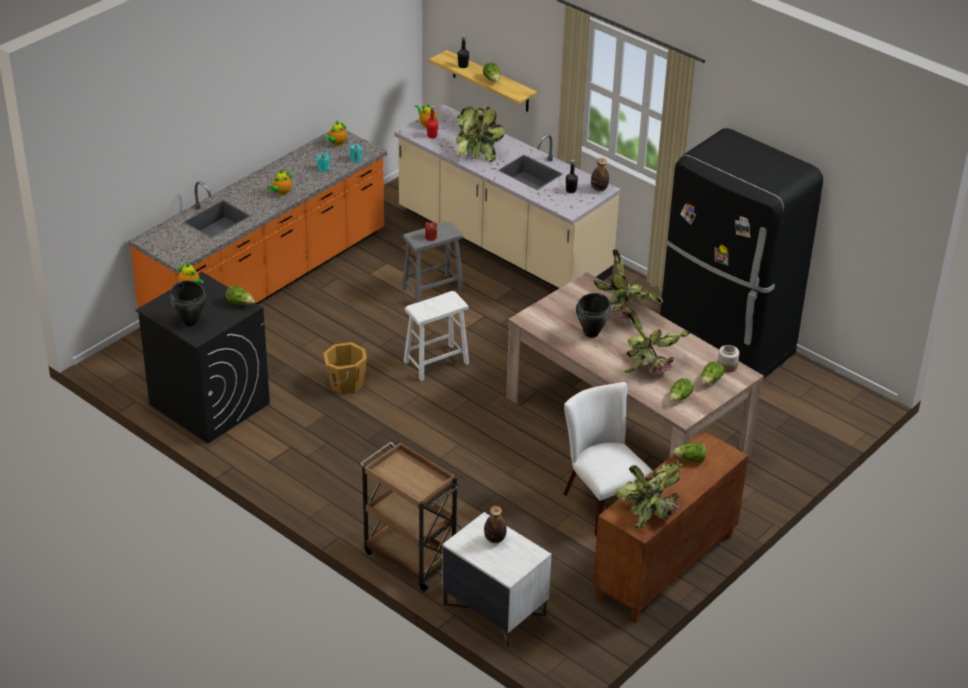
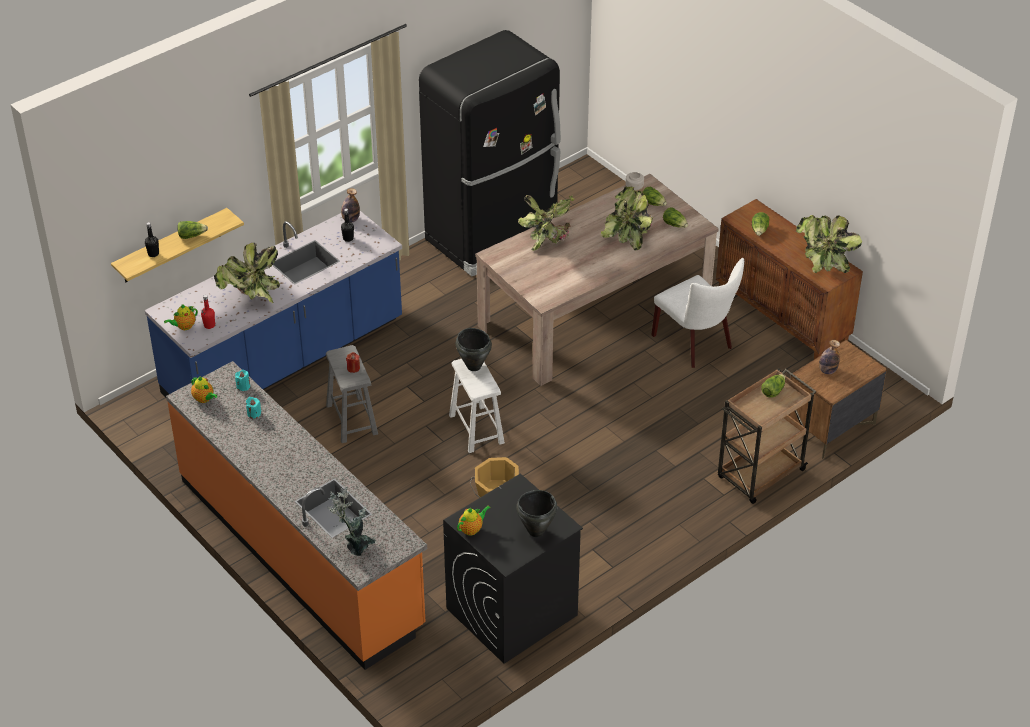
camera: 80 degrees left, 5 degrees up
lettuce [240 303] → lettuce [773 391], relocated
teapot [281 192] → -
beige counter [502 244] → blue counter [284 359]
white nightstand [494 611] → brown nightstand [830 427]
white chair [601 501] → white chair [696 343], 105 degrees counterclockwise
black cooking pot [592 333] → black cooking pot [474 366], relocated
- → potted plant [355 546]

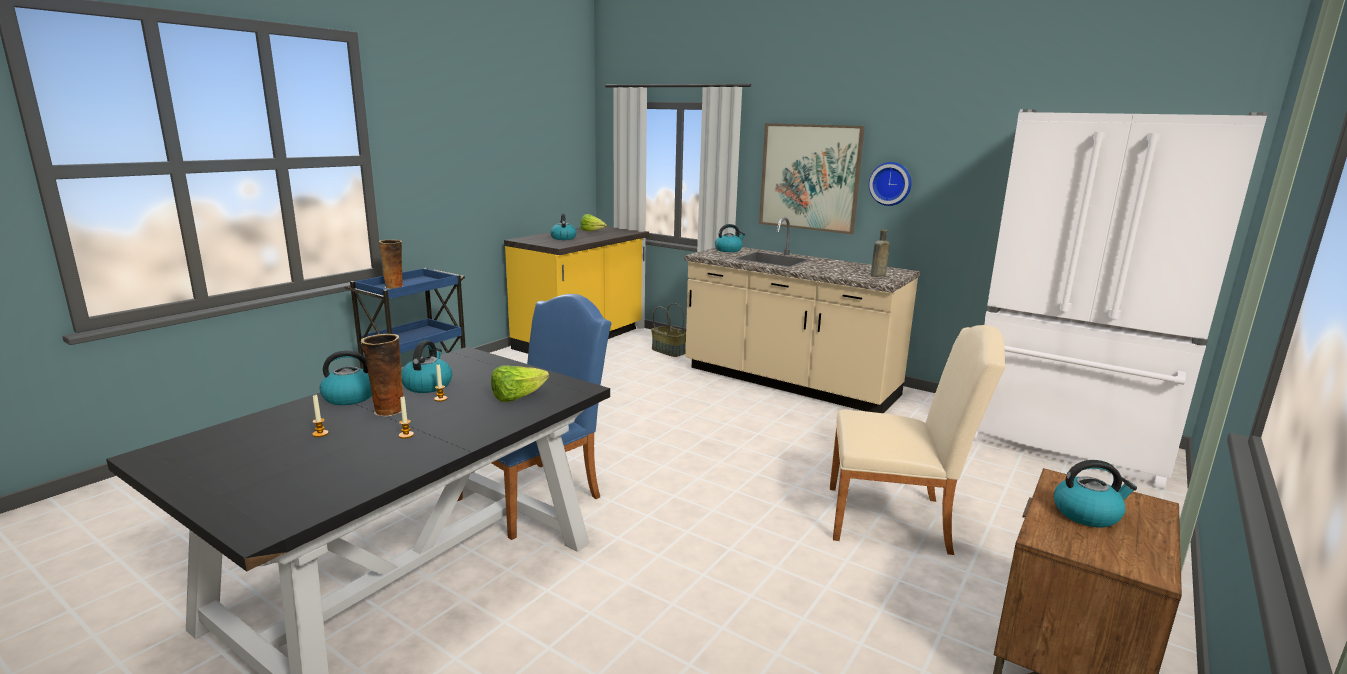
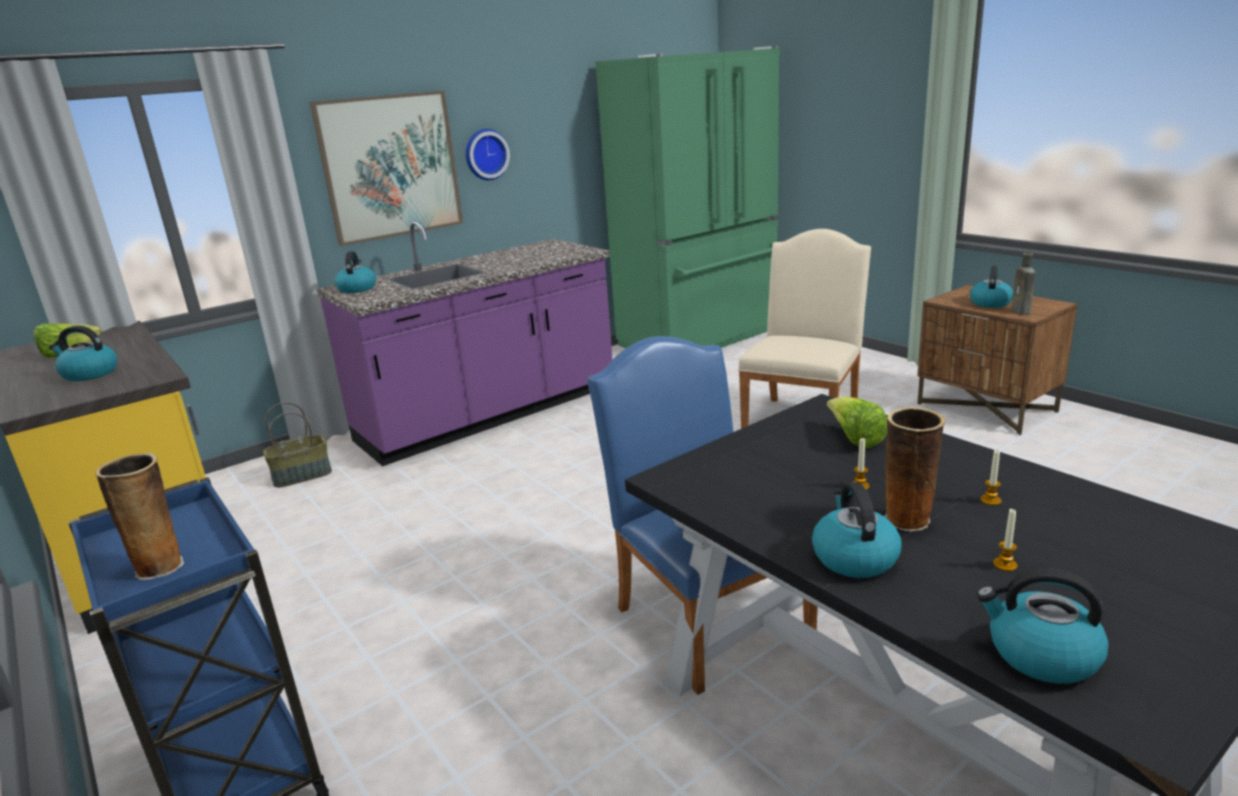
camera: 70 degrees left, 5 degrees up
kettle [427 385] → kettle [1041 655], relocated
beige counter [788 383] → purple counter [490 415]
brown bottle [877 275] → brown bottle [1021 312], relocated
white fridge [1065 445] → green fridge [701 339]

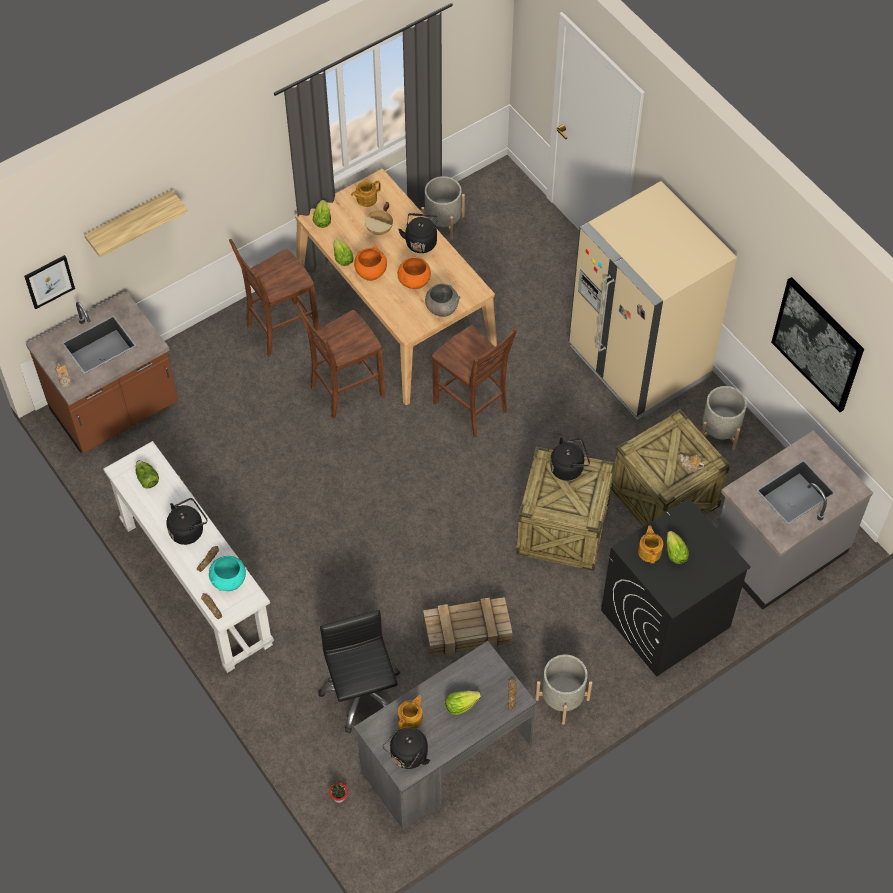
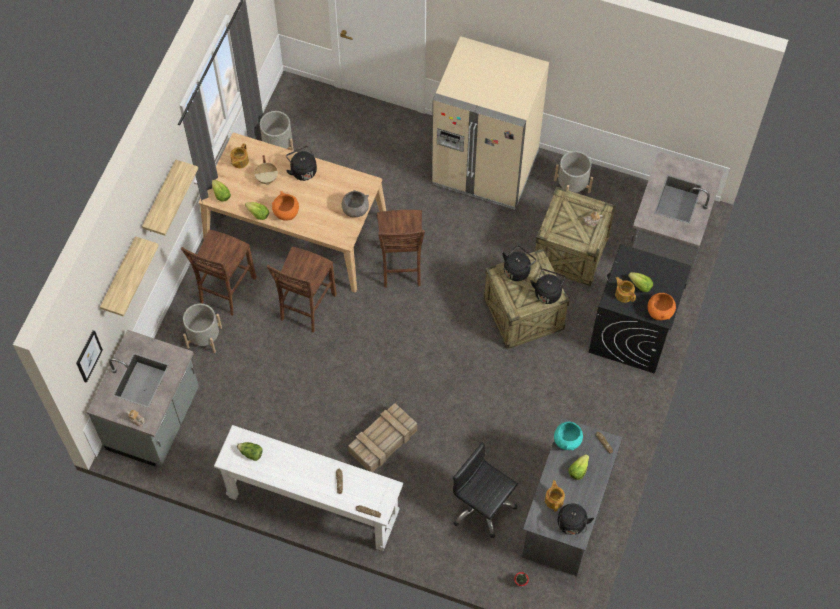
camera: 35 degrees left, 5 degrees up
brown counter [115 410] → grey counter [154 420]
black kettle [188 530] → black kettle [548 292], relocated
turquoise bowl [229 581] → turquoise bowl [567 441], relocated
orange bowl [414 282] → orange bowl [660 312], relocated
crate [466 632] → crate [382 442], relocated
brown chair [471 408] → brown chair [401 267], 75 degrees clockwise
grey planter [562 699] → grey planter [204 337], relocated
picture [818 344] → -
- → shelf [160 199]

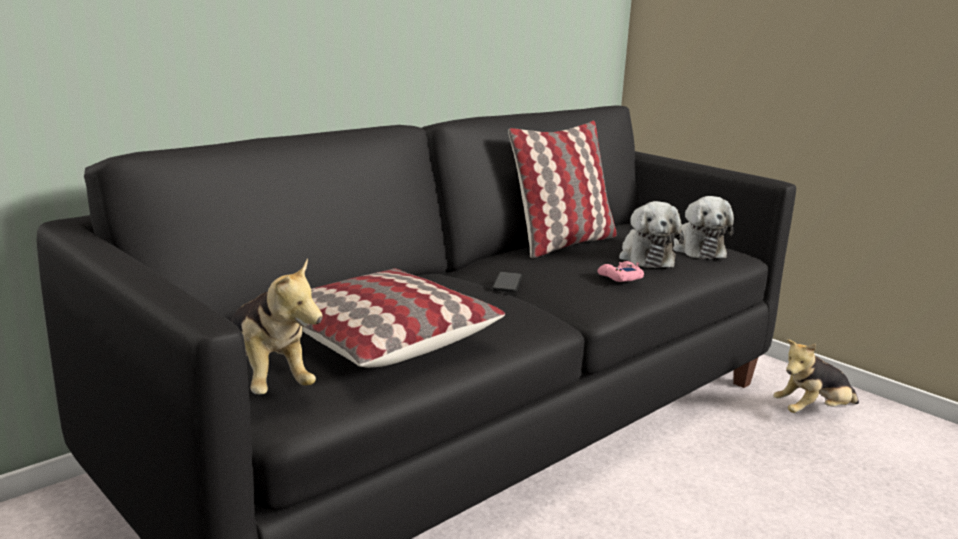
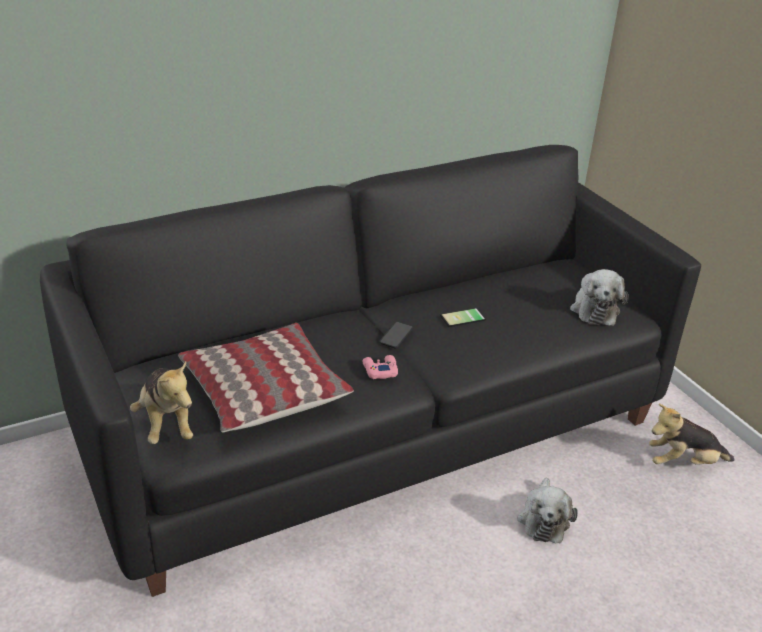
camera: 15 degrees right, 15 degrees up
pillow [563 243] → -
pink game controller [619 277] → pink game controller [380 370], relocated
plush toy [645 257] → plush toy [544 519], relocated
- → phone [463 319]

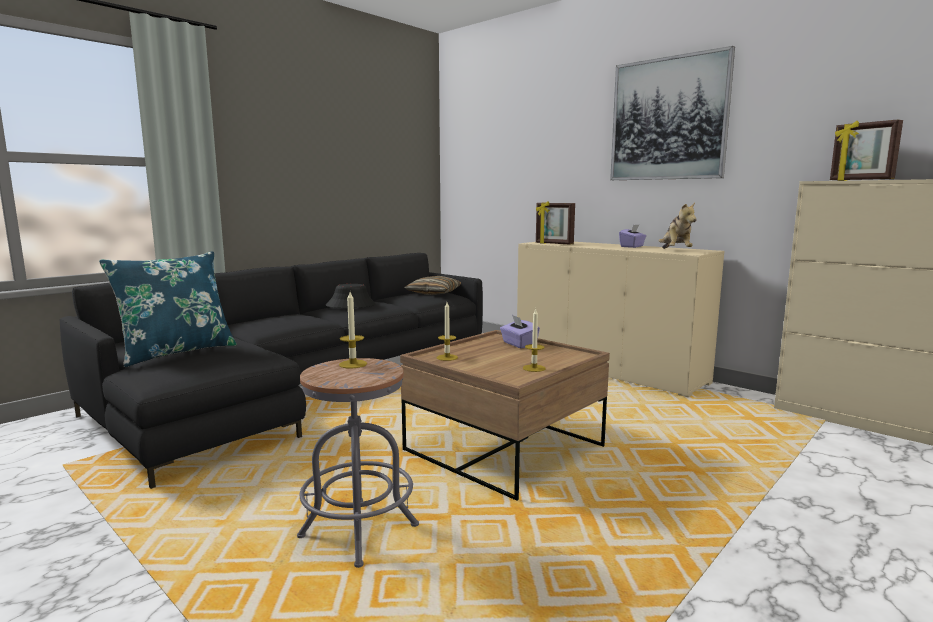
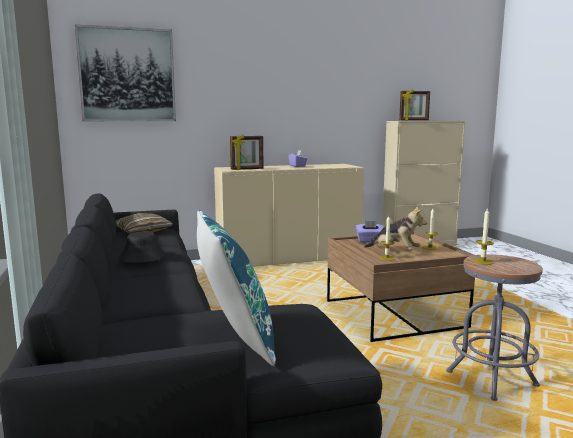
camera: 60 degrees left, 0 degrees up
picture [668 119] → picture [127 75], relocated
plush toy [675 251] → plush toy [395 251], relocated

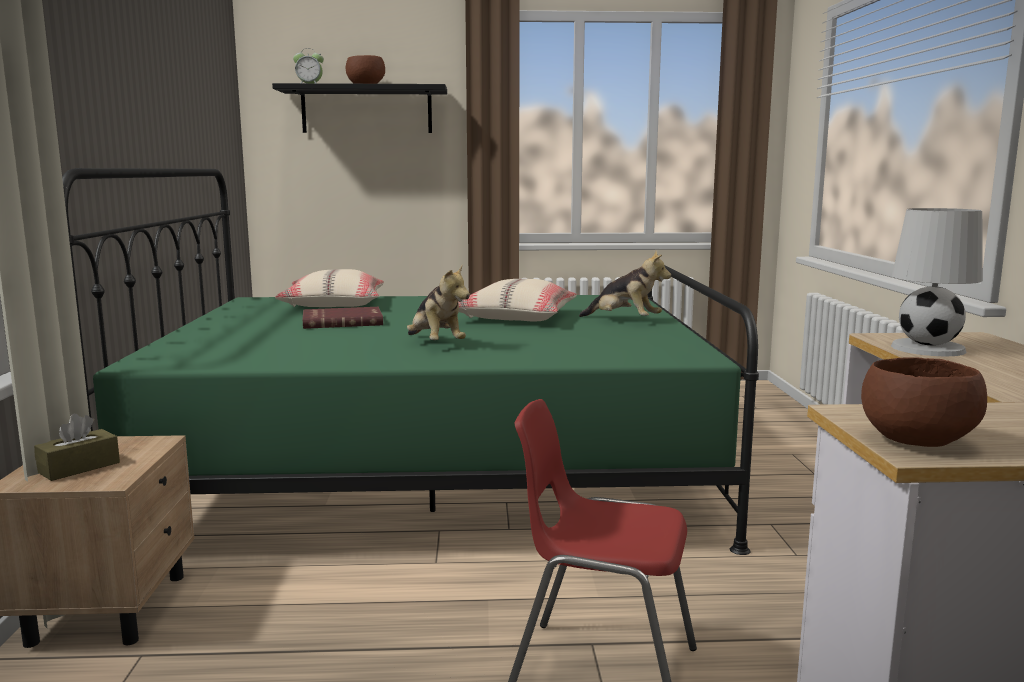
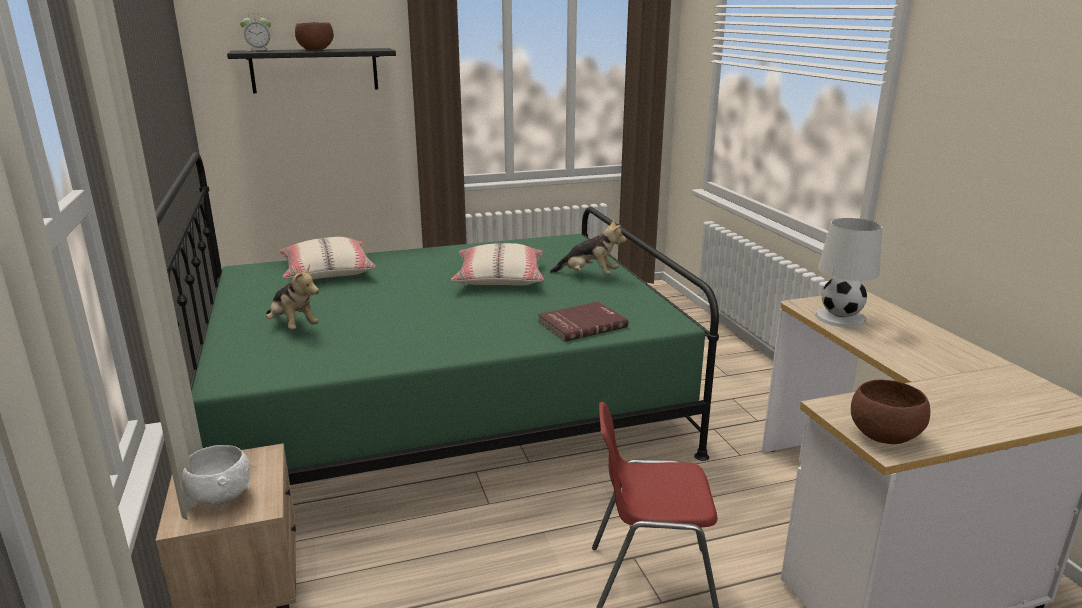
camera: 15 degrees left, 10 degrees up
brown tissue box [79 467] → white bowl [220 496]
red book [342 321] → red book [581 324], relocated
plush toy [435 344] → plush toy [293 326], relocated

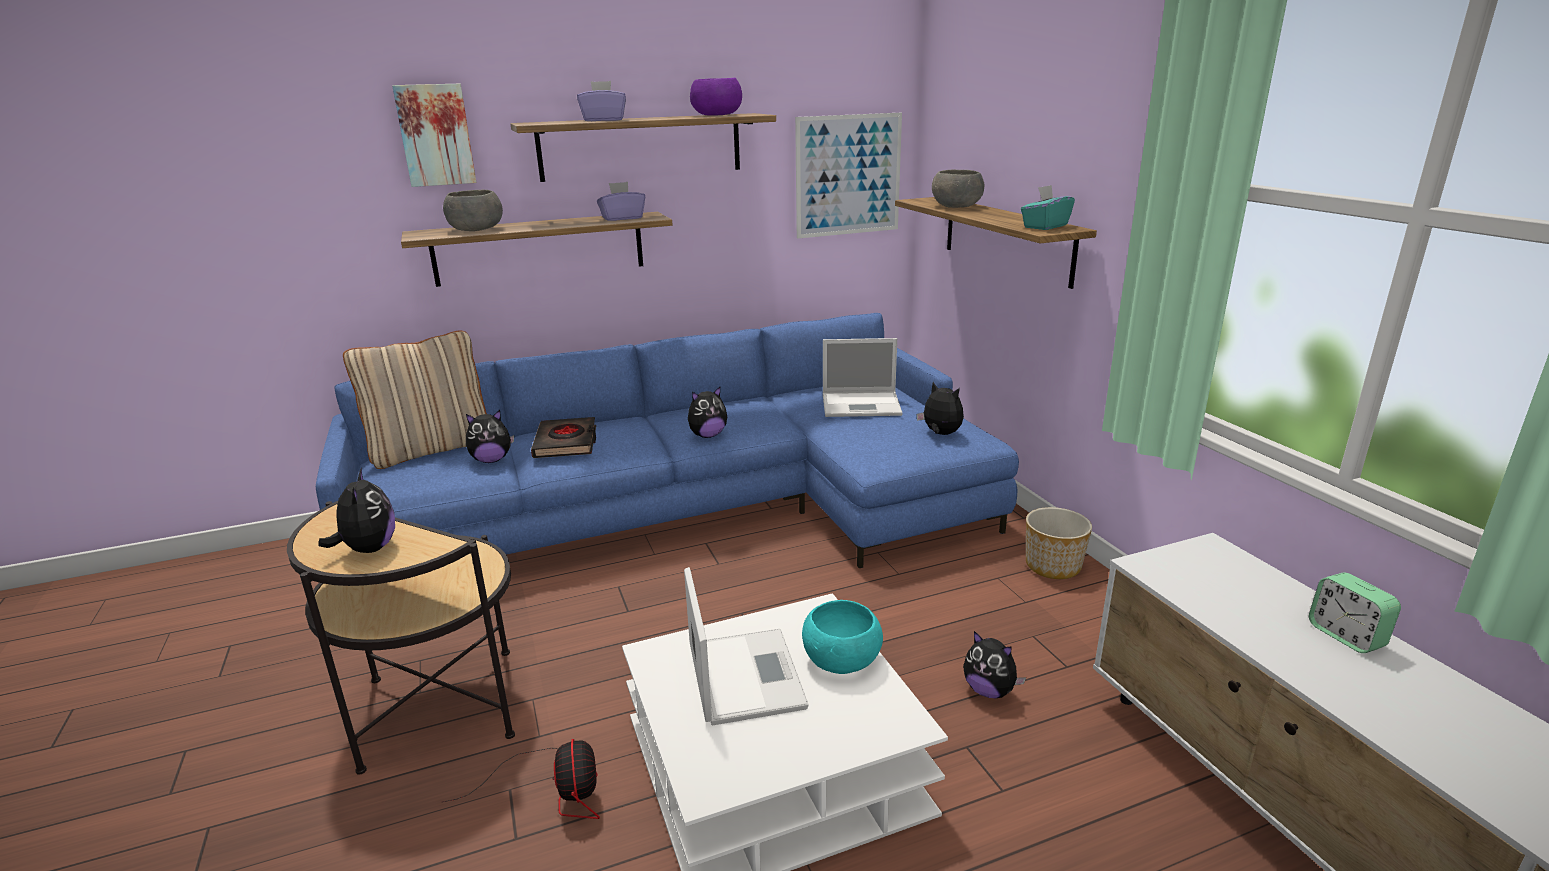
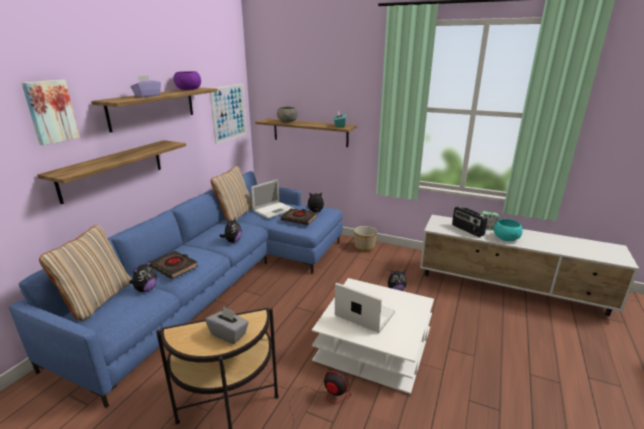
camera: 45 degrees left, 0 degrees up
plush toy [368 549] → grey tissue box [229 334]
grey bowl [475 229] → -
purple tissue box [622 218] → -
turquoise bowl [841 660] → turquoise bowl [506 238], relocated
- → beige pillow [235 214]
- → black book [299 219]
- → radio [467 230]

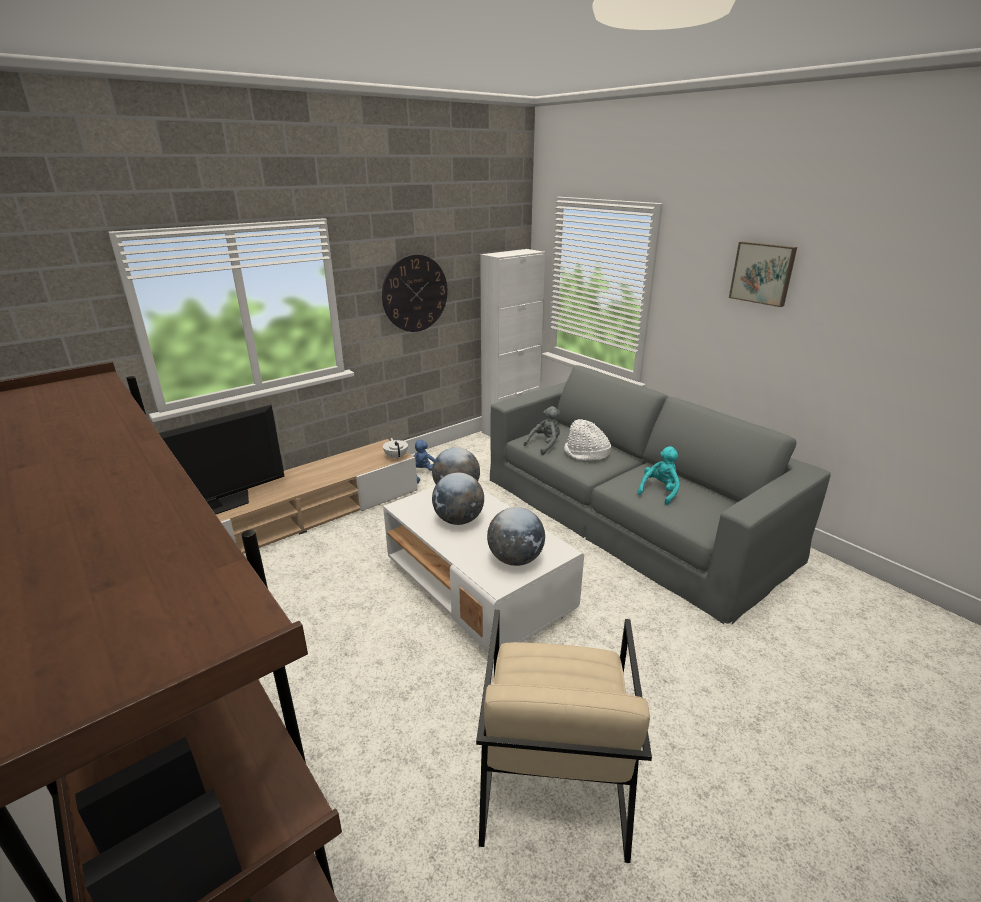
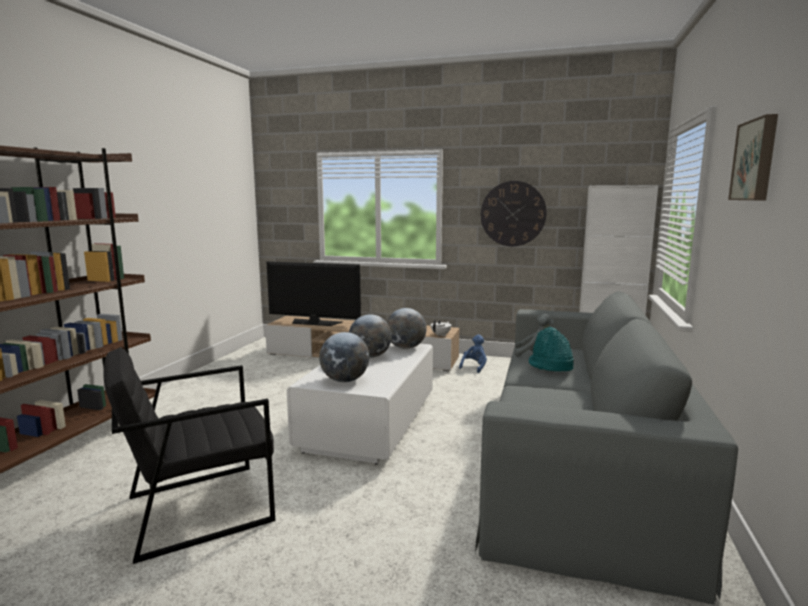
camera: 55 degrees right, 15 degrees down
beige armchair [553 777] → black armchair [199 508]
white hat [586 453] → turquoise hat [550 366]
turquoise plush toy [659 491] → -

